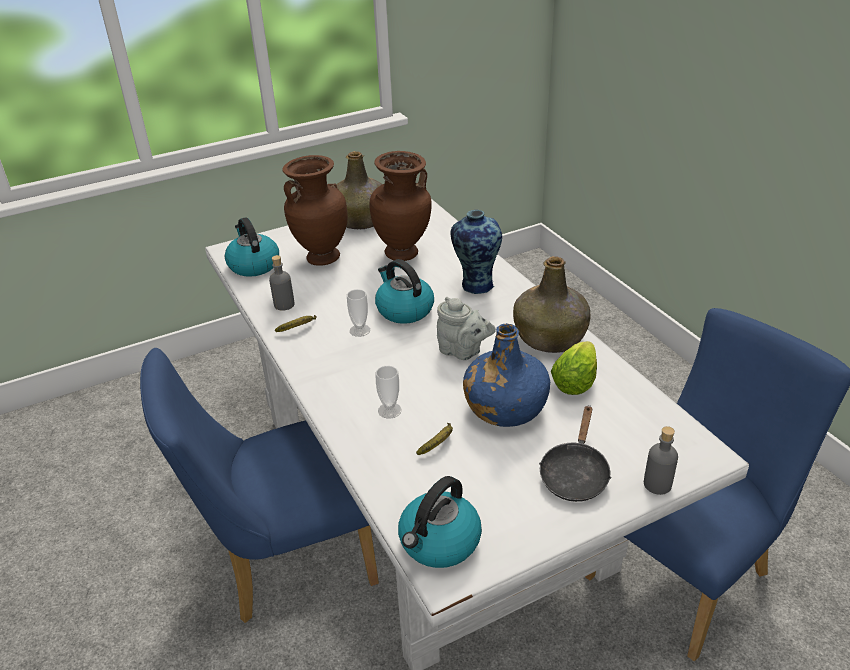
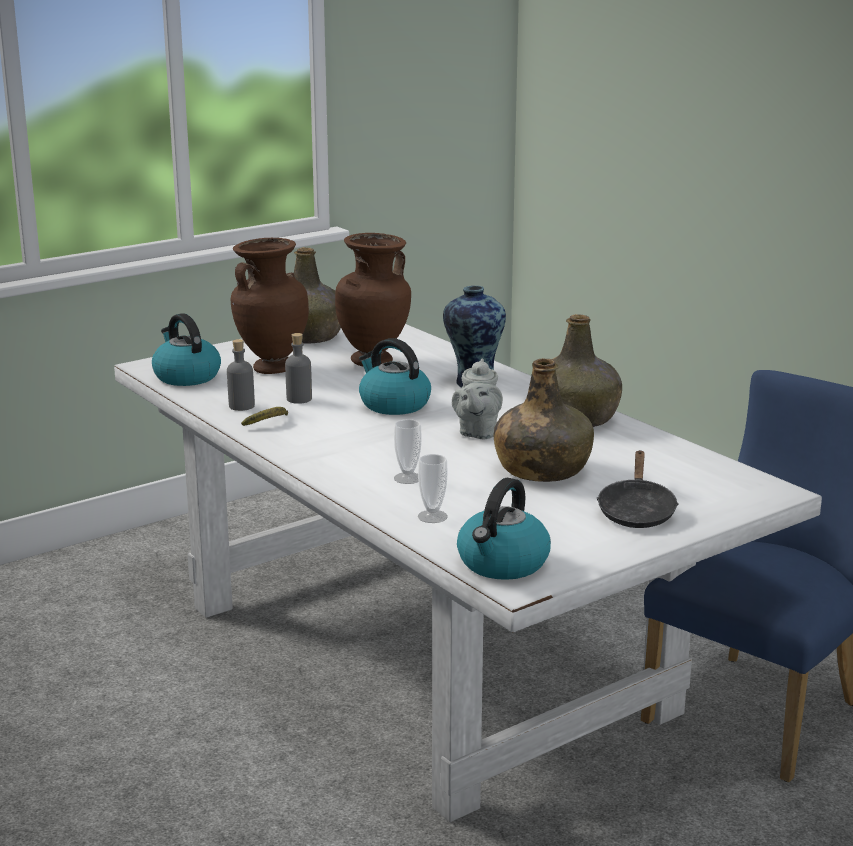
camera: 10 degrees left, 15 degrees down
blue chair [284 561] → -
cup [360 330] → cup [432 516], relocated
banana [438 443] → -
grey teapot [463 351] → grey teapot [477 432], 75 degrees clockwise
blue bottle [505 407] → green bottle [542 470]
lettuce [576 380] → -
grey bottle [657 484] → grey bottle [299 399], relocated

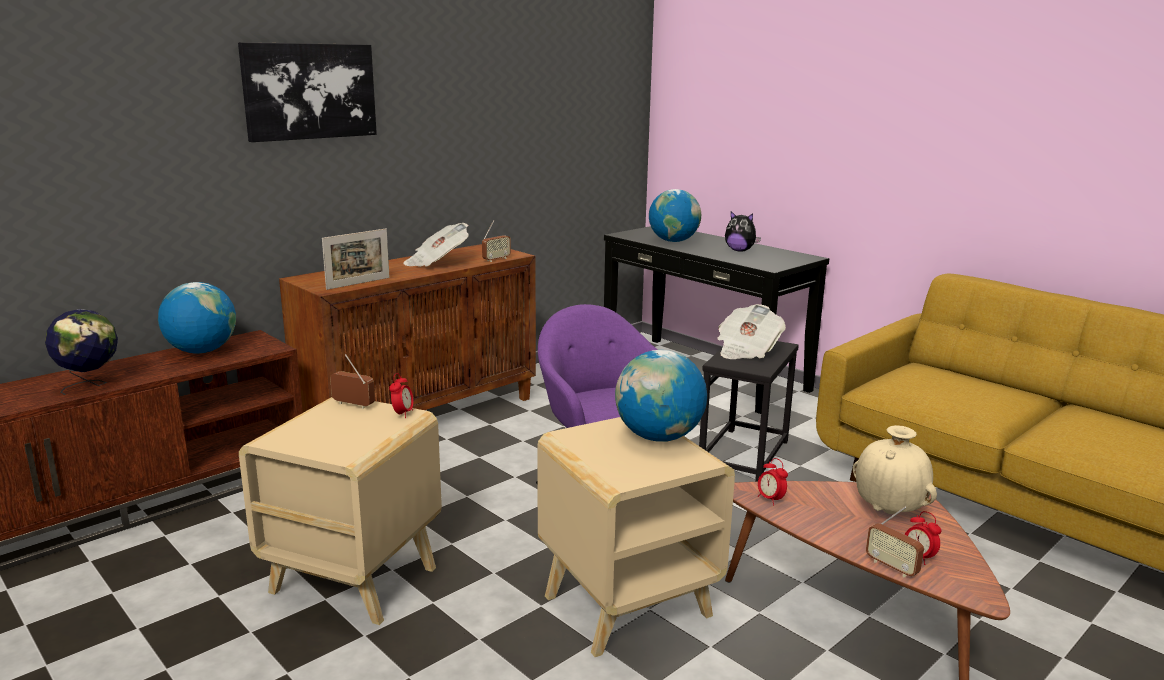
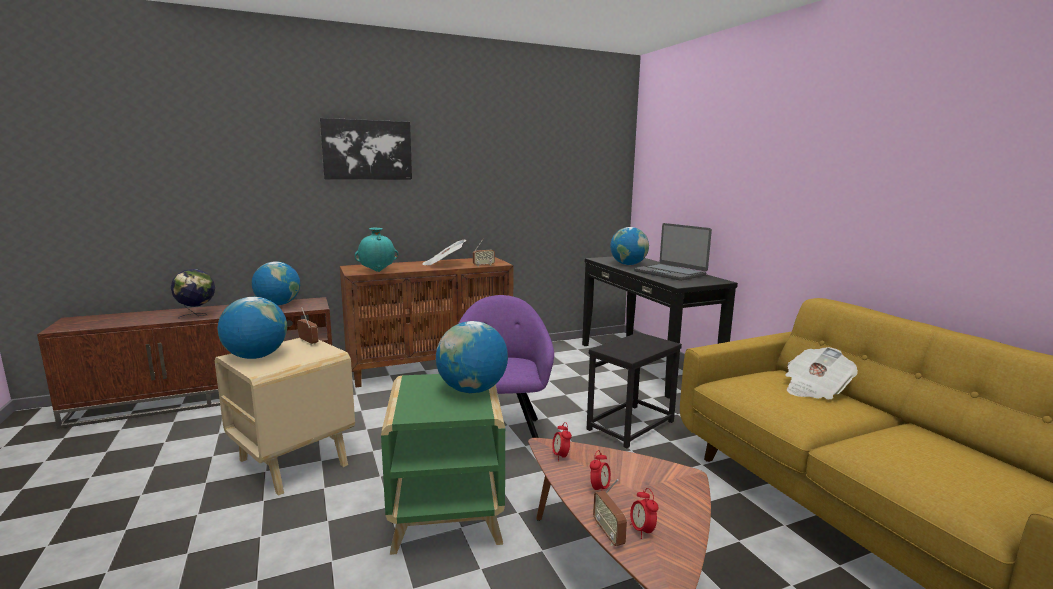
camera: 20 degrees right, 5 degrees down
picture frame [358 283] → turquoise vase [378 271]
alarm clock [402 414] → alarm clock [599 489], relocated
beige side table [629 604] → green side table [449 520]
newspaper [746 350] → newspaper [814 389], relocated
plush toy [740 251] → laptop [670 273]
beige vase [889 512] → -
- → globe [256 356]

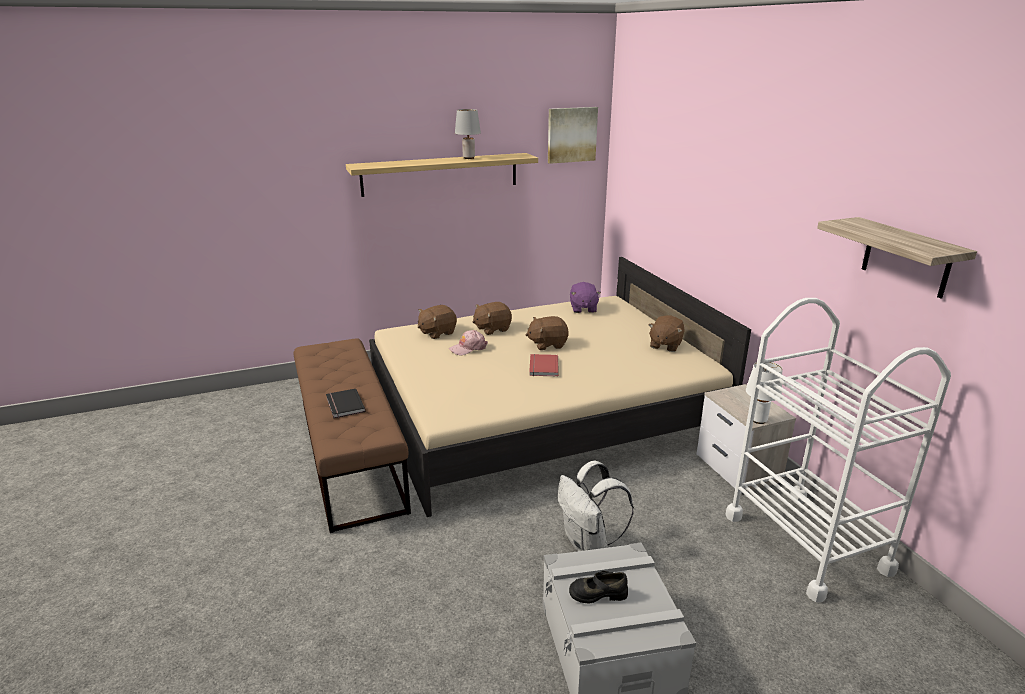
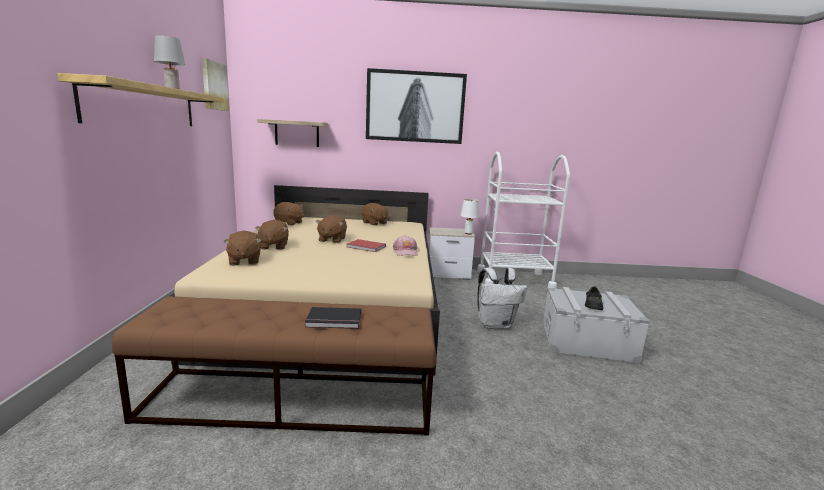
camera: 70 degrees left, 10 degrees down
pink cap [468 348] → pink cap [405 252], relocated
purple plush toy [583 309] → brown plush toy [289 223]
shelf [906 258] → shelf [297 133], relocated
- → picture [415 107]

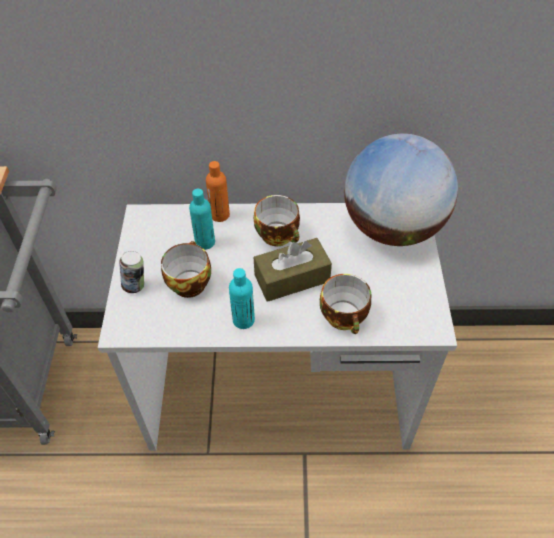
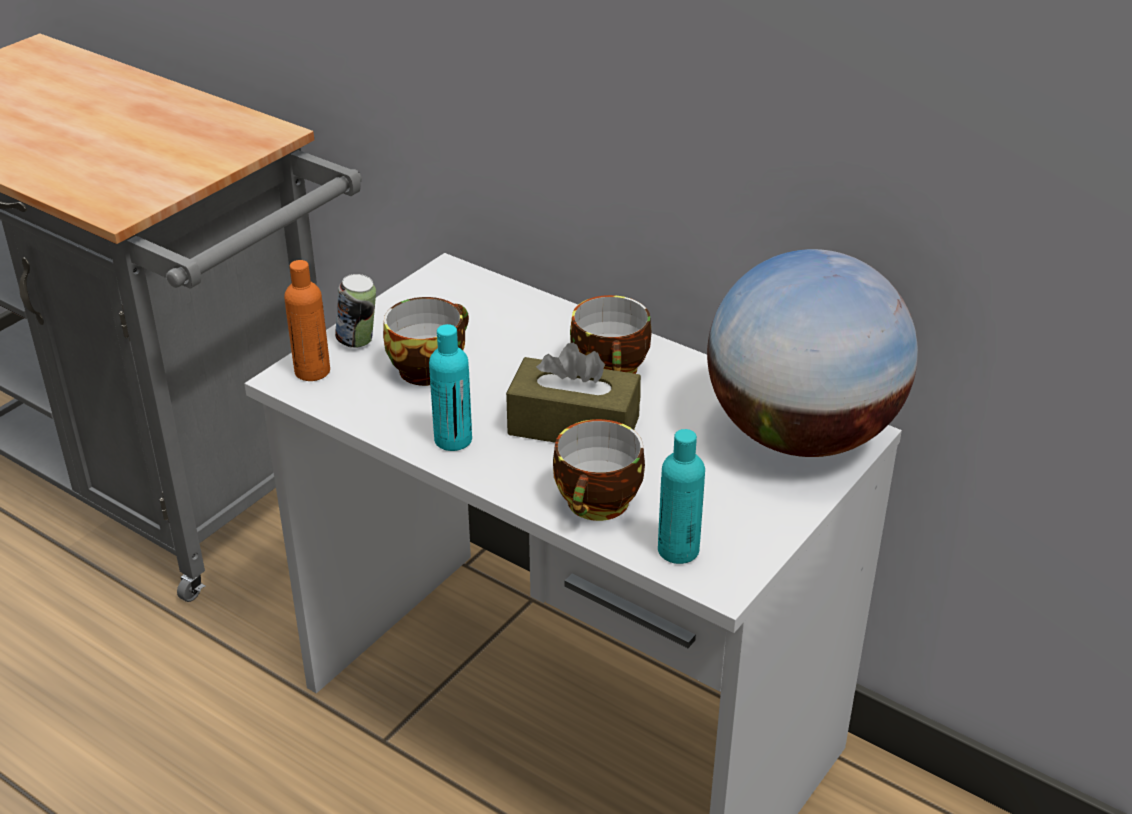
camera: 35 degrees right, 15 degrees down
turquoise bottle [205 242] → turquoise bottle [678 550], relocated
orange bottle [220 215] → orange bottle [312 371], relocated

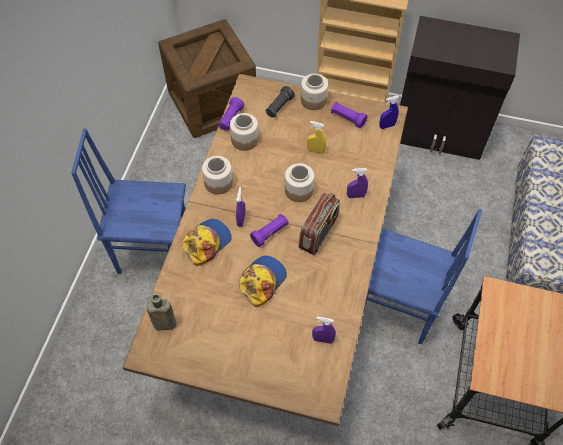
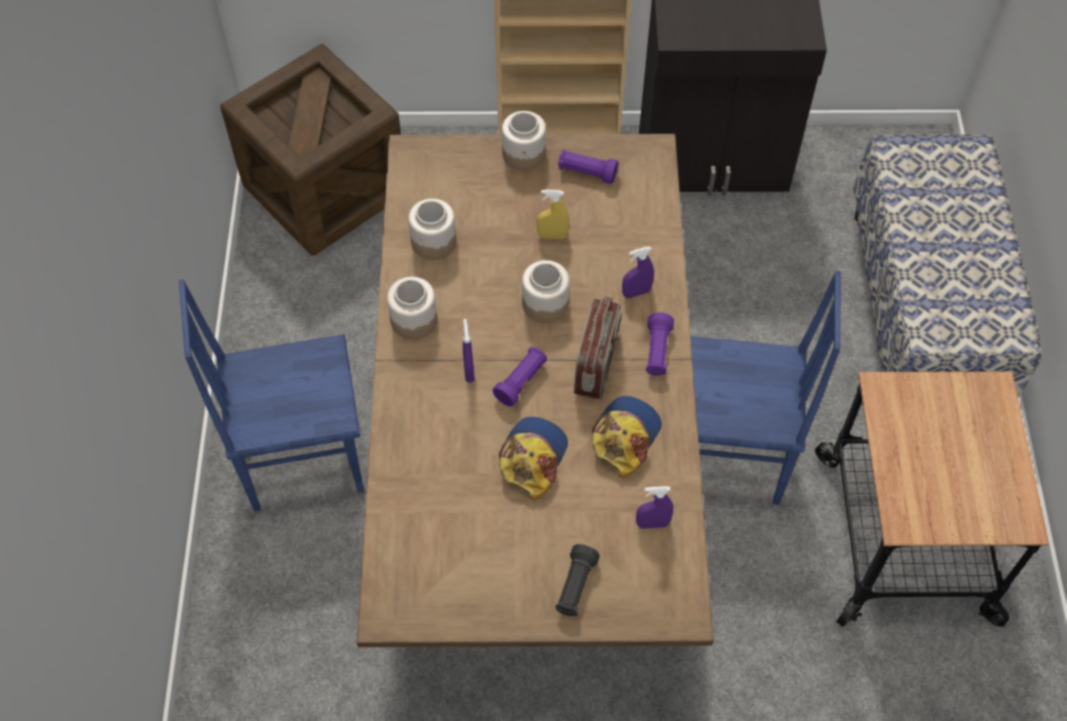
camera: 15 degrees left, 0 degrees up
brown bottle [163 324] → -
cap [206 242] → cap [625 437], relocated
purple flashlight [230 119] → purple flashlight [657 352], relocated
black flashlight [279 107] → black flashlight [575 586], relocated
blue spray bottle [387 126] → -

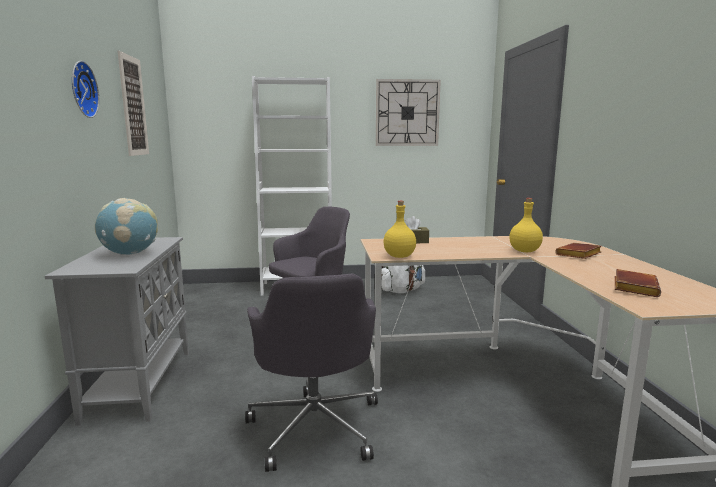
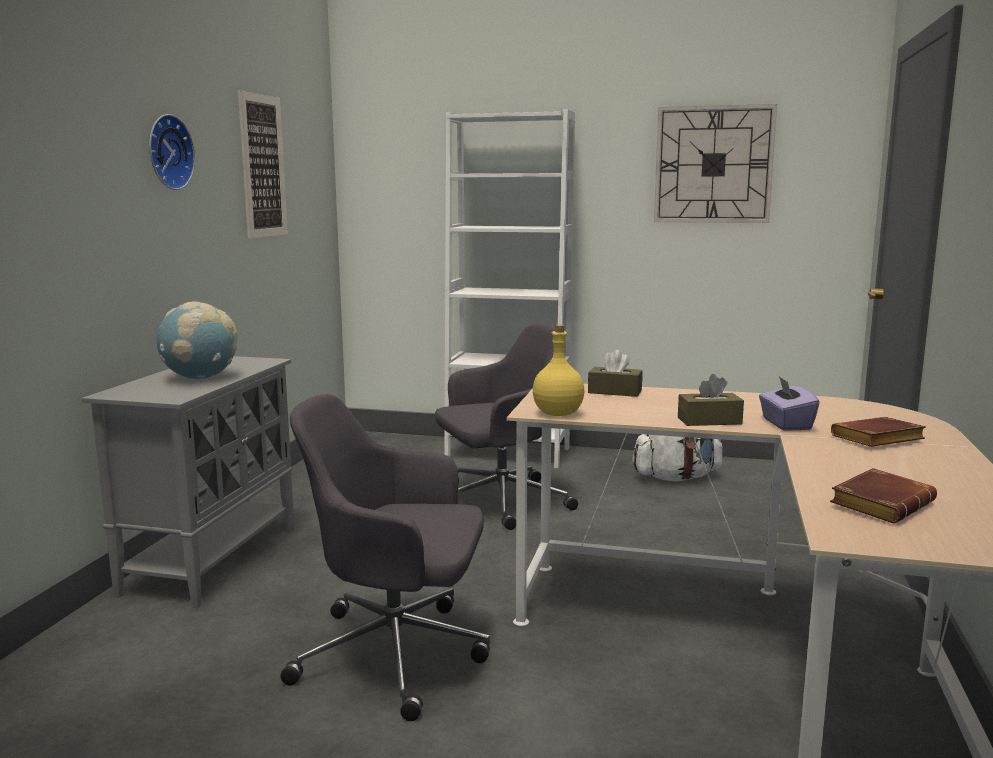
camera: 20 degrees right, 0 degrees up
grey office chair [315 425] → grey office chair [397 654], 90 degrees clockwise
yellow bottle [525 251] → purple tissue box [785 424]
- → brown tissue box [709 421]

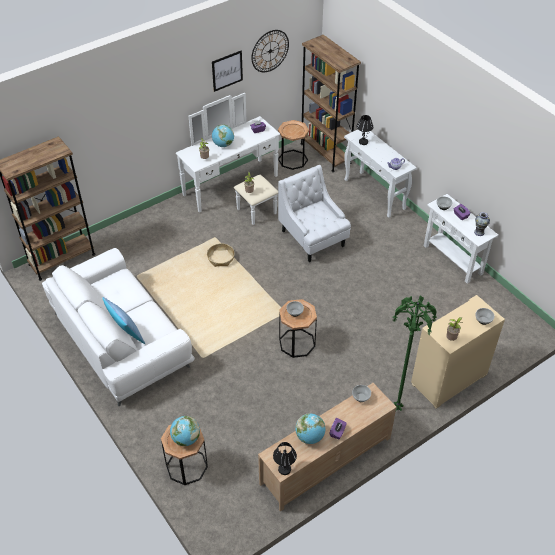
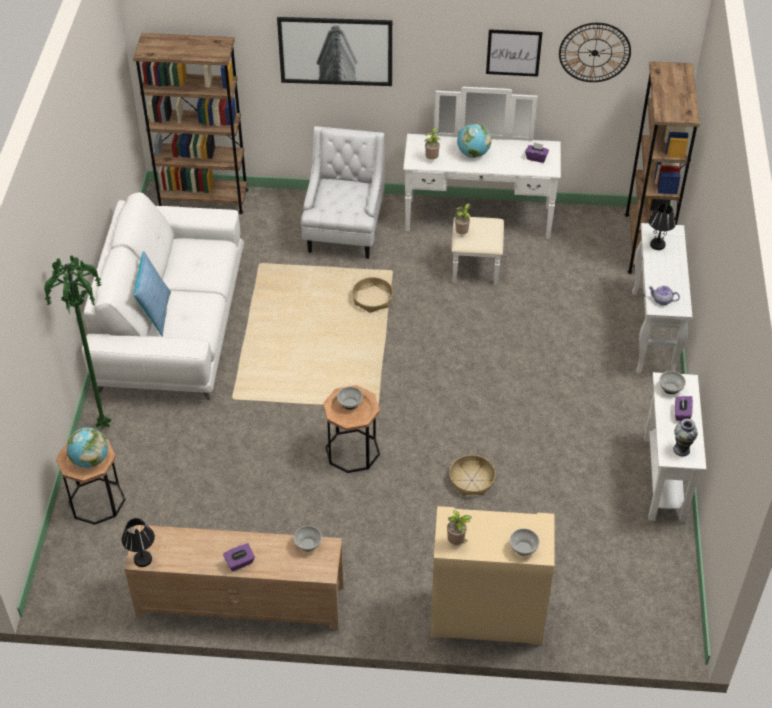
camera: 40 degrees right, 0 degrees up
brown side table [292 159] → -
white armchair [313 239] → white armchair [344 231], relocated
globe [310 436] → -
green floor lamp [397 407] → green floor lamp [105 425], relocated
- → picture [335 50]
- → basket [471 480]

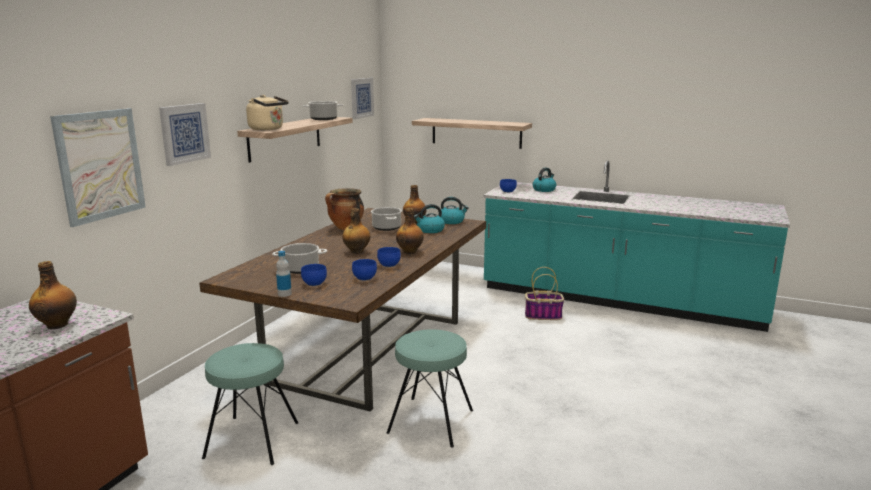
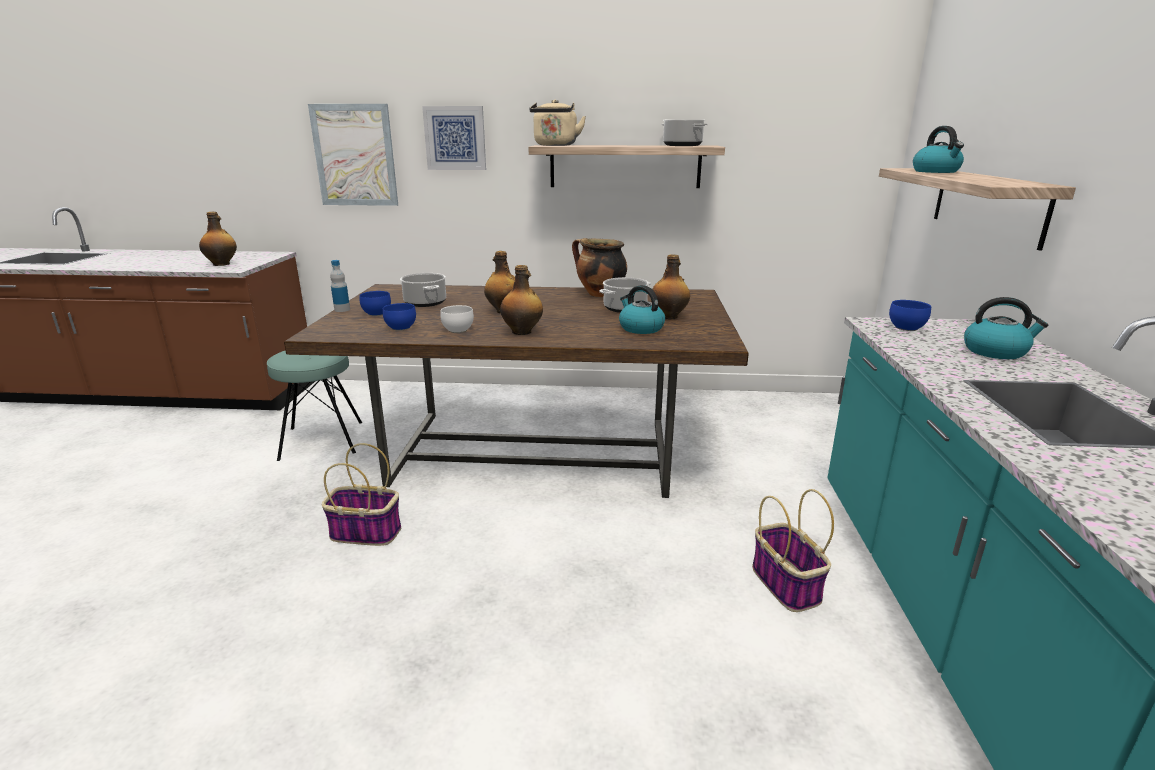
camera: 70 degrees right, 5 degrees up
picture [361 98] → -
blue bowl [388 265] → white bowl [458 330]
turquoise stool [430 421] → basket [364 533]
kettle [452 221] → kettle [936 171], relocated

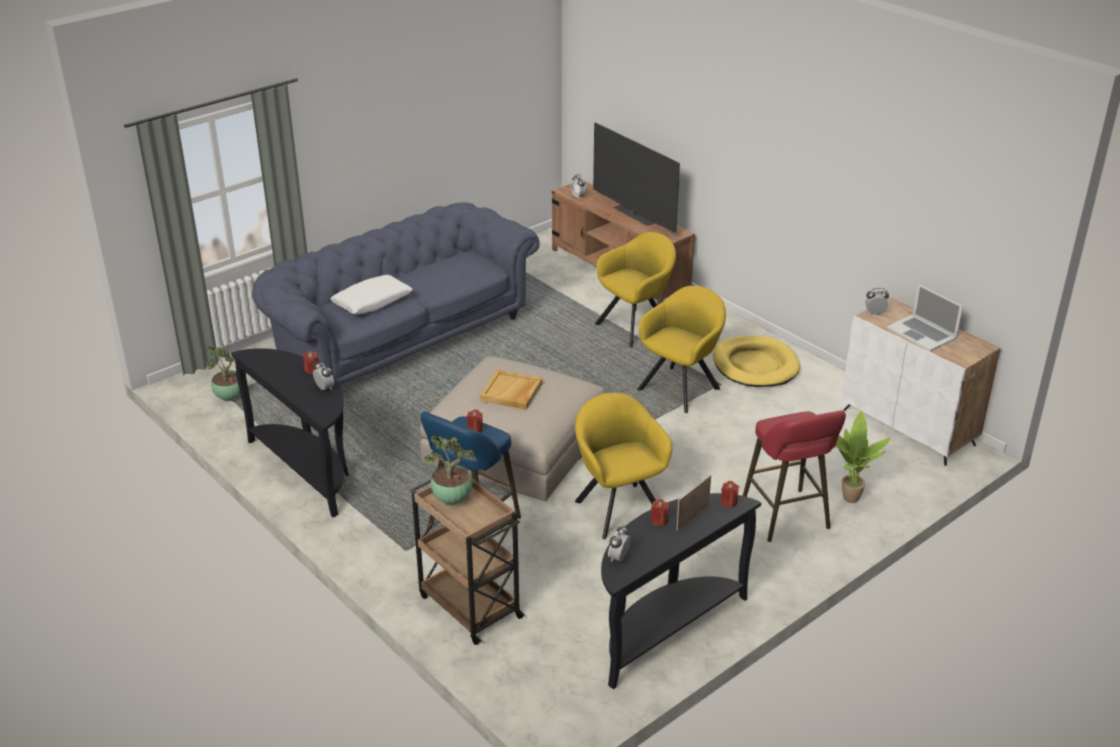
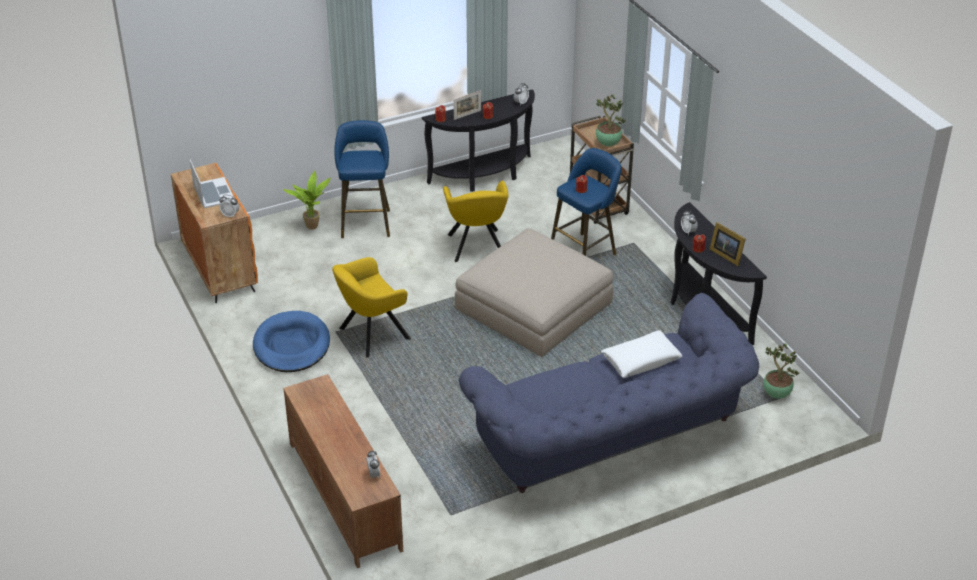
camera: 165 degrees left, 5 degrees up
beige tray [511 392] → -
television [634 215] → -
yellow armchair [636 326] → -
yellow dog bed [755 365] → blue dog bed [291 345]
red stool [787 518] → blue stool [365 221]
white cabinet [909 427] → orange cabinet [219 269]
- → picture frame [726 255]

